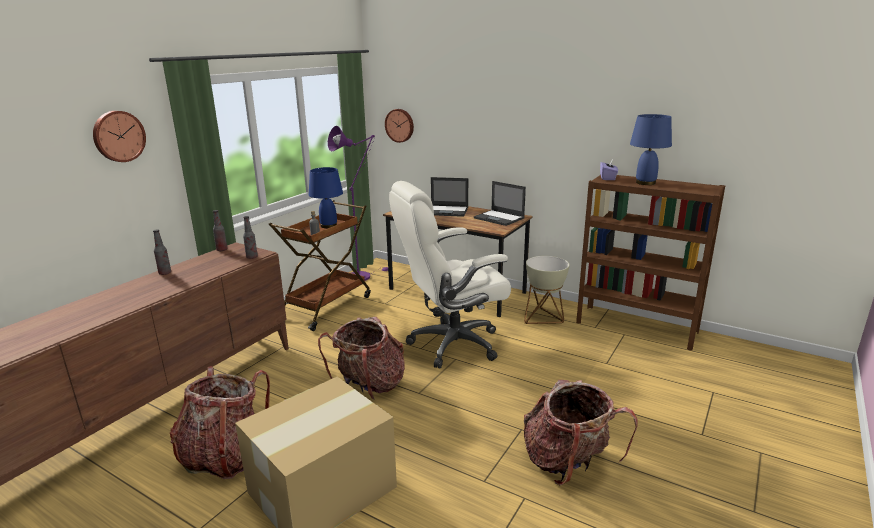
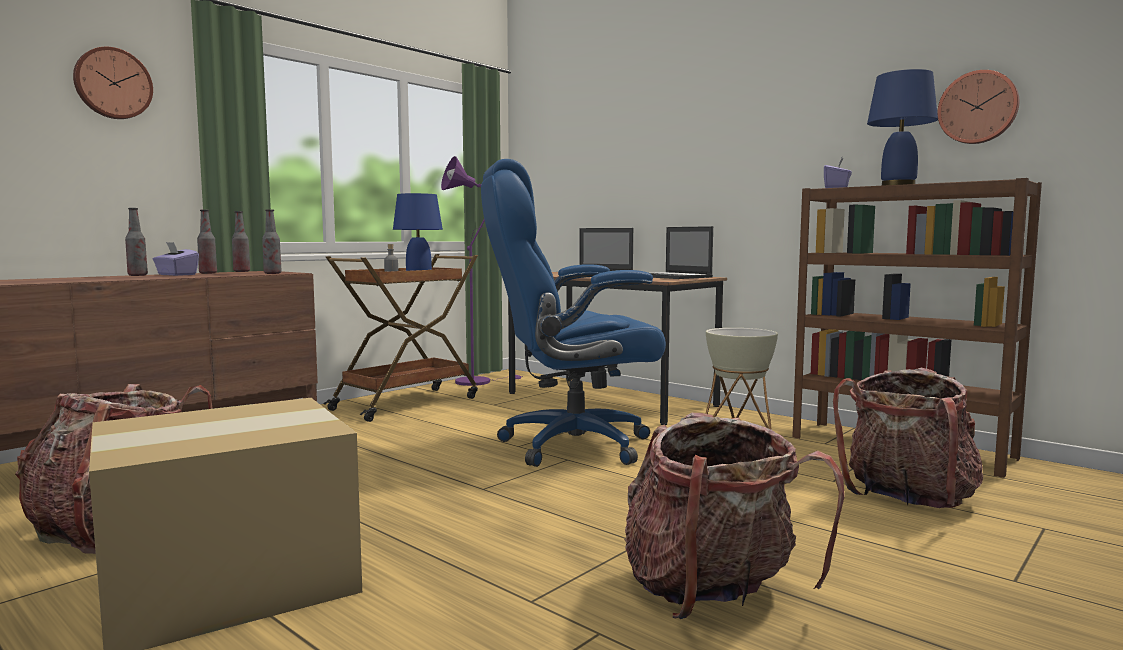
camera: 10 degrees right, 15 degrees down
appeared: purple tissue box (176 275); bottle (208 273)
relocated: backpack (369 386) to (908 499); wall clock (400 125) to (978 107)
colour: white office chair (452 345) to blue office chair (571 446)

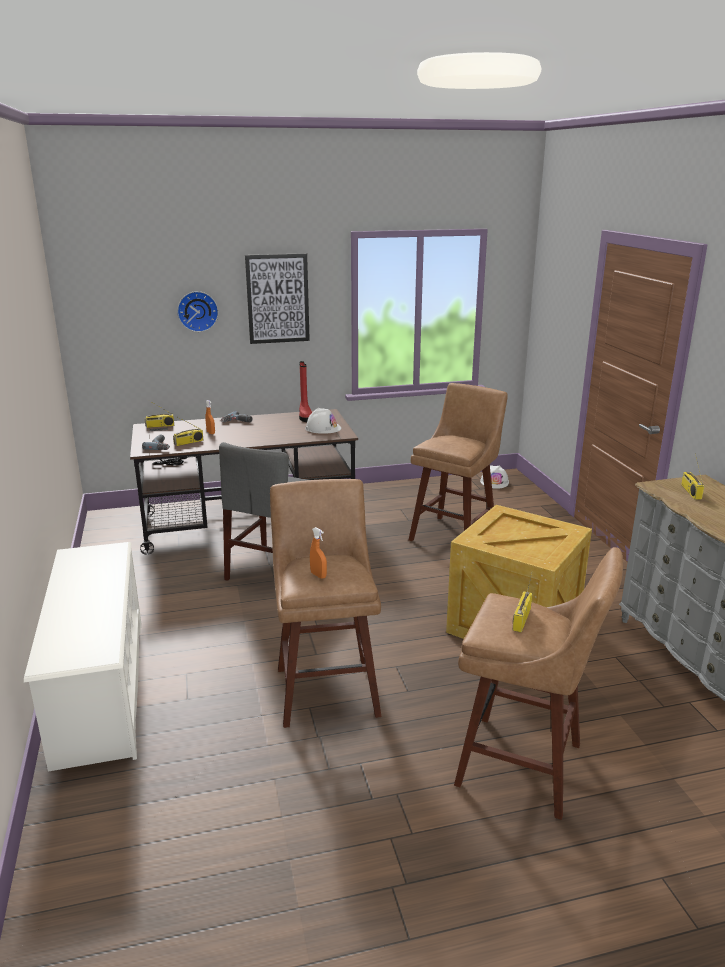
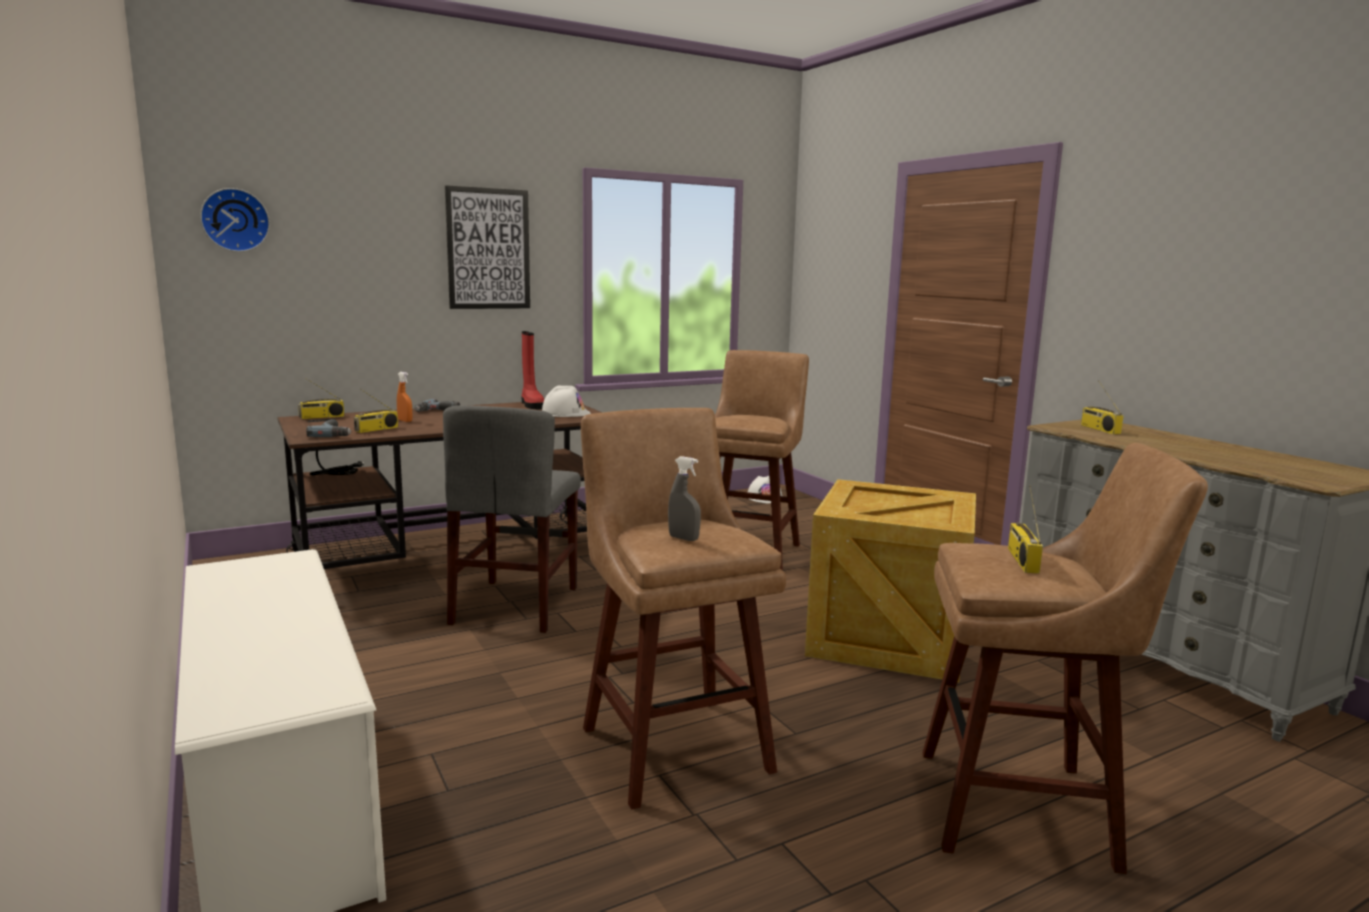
camera: 15 degrees left, 10 degrees down
relocated: wall clock (197 311) to (235 220)
colour: orange spray bottle (318 575) to grey spray bottle (683 538)

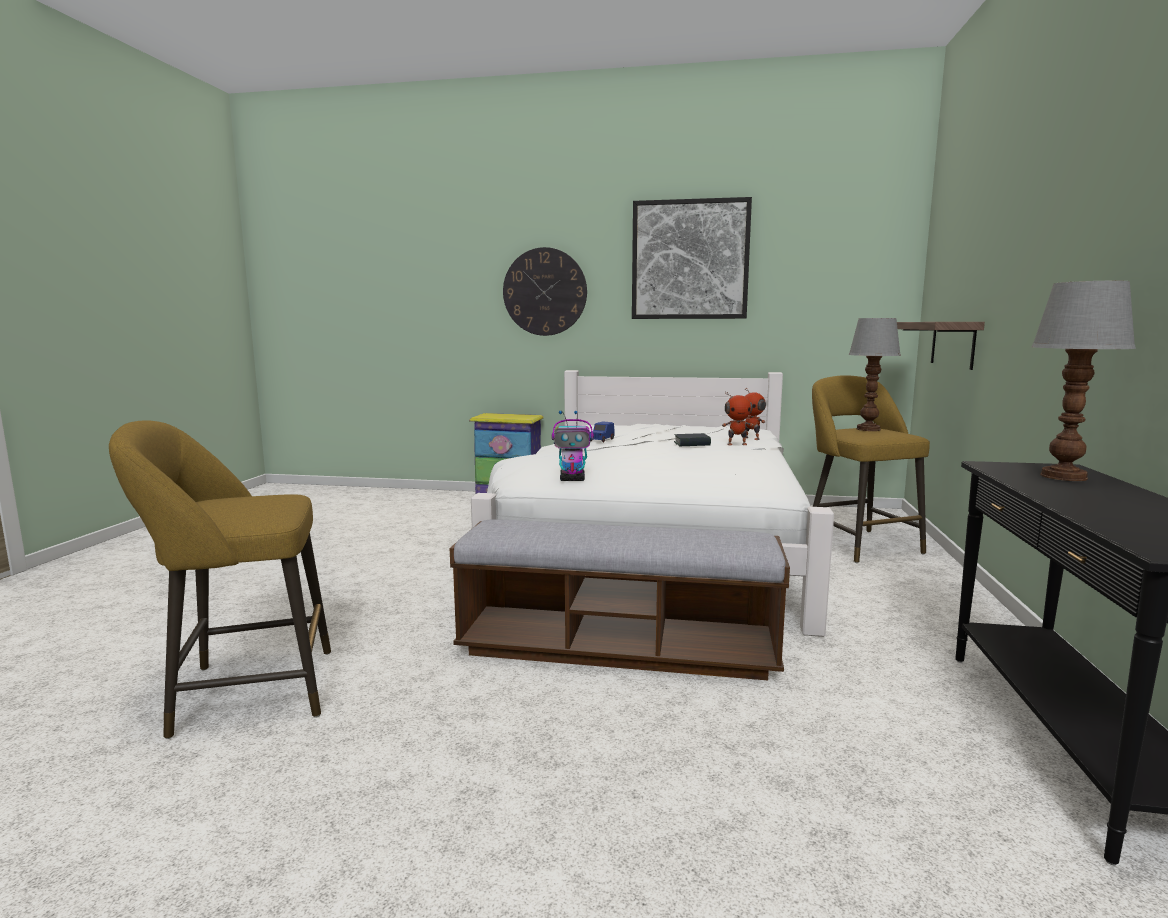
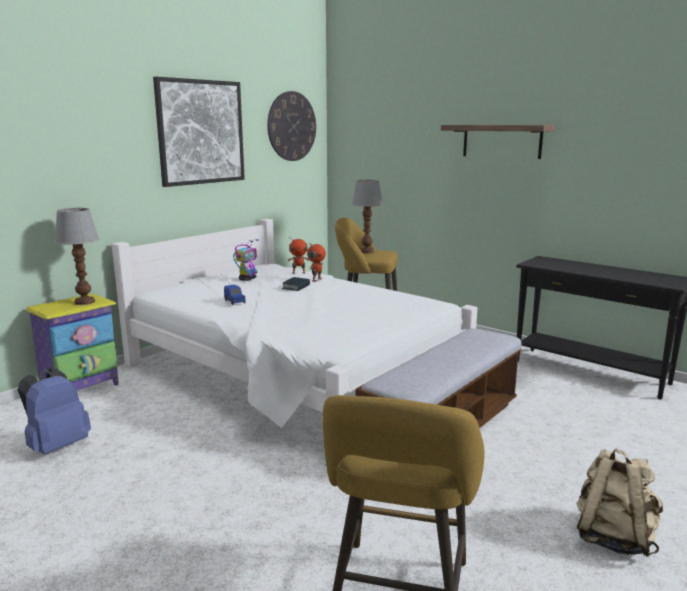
camera: 60 degrees left, 5 degrees up
appeared: blue backpack (57 446); beige backpack (613 537)
relocated: table lamp (1063 476) to (84 302); toy robot (573 479) to (247 279); wall clock (545 292) to (292 126); shelf (952 344) to (501 141)

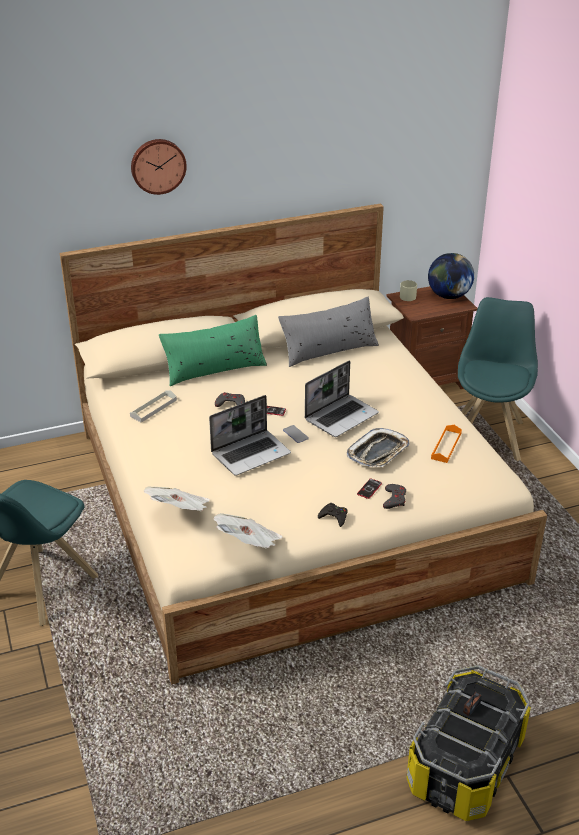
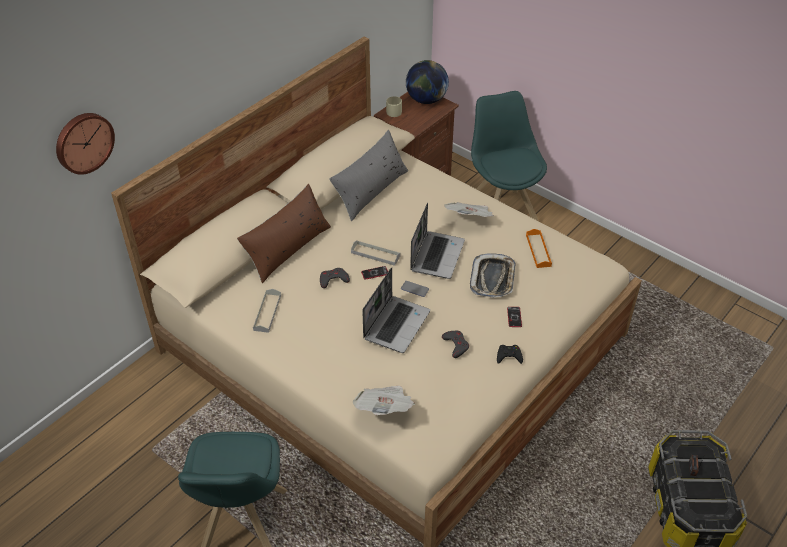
camera: 30 degrees left, 10 degrees up
appeared: grey tray (375 254)
relocated: wall clock (158 165) to (83 142); grey game controller (394 499) to (456 345); newspaper (249 544) to (470 219)
colour: green pillow (214 369) to brown pillow (287 249)

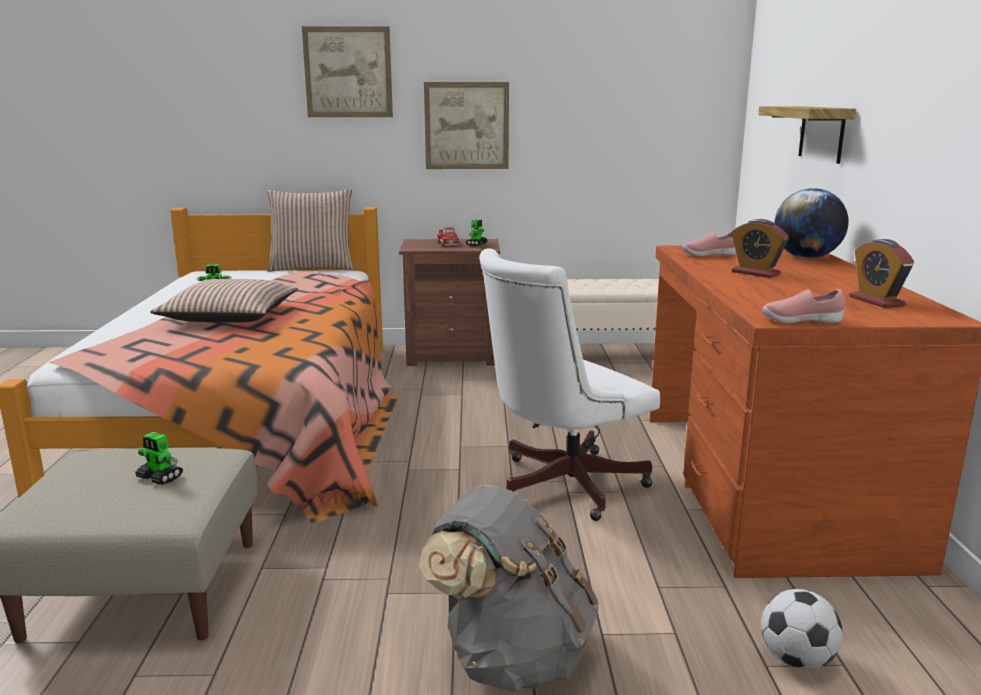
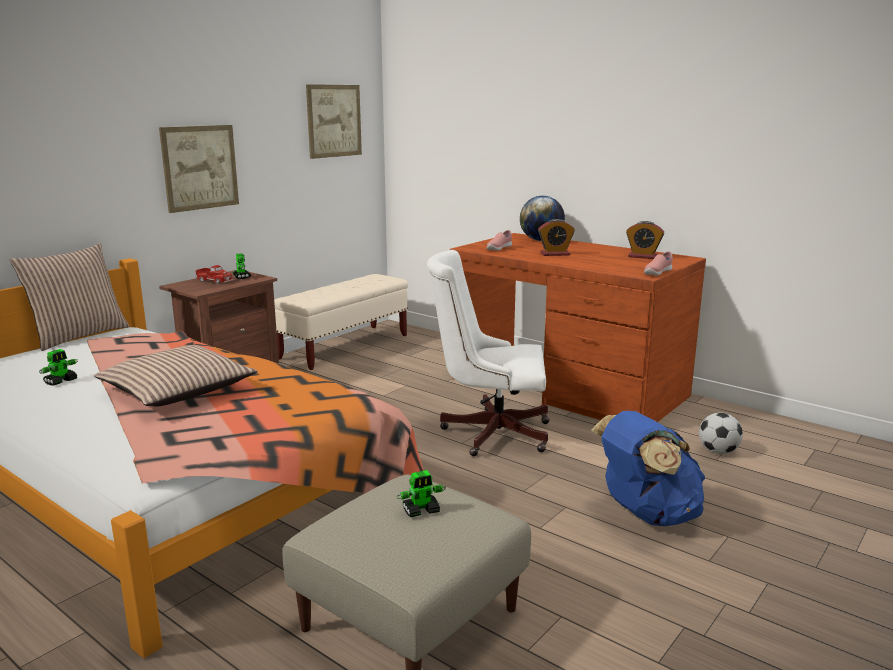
camera: 50 degrees left, 0 degrees up
missing: shelf (822 133)
relocated: picture (348 72) to (334 121)
colour: grey backpack (511 657) to blue backpack (646 514)
spun: white office chair (561 485) = (489 432) 90 degrees clockwise

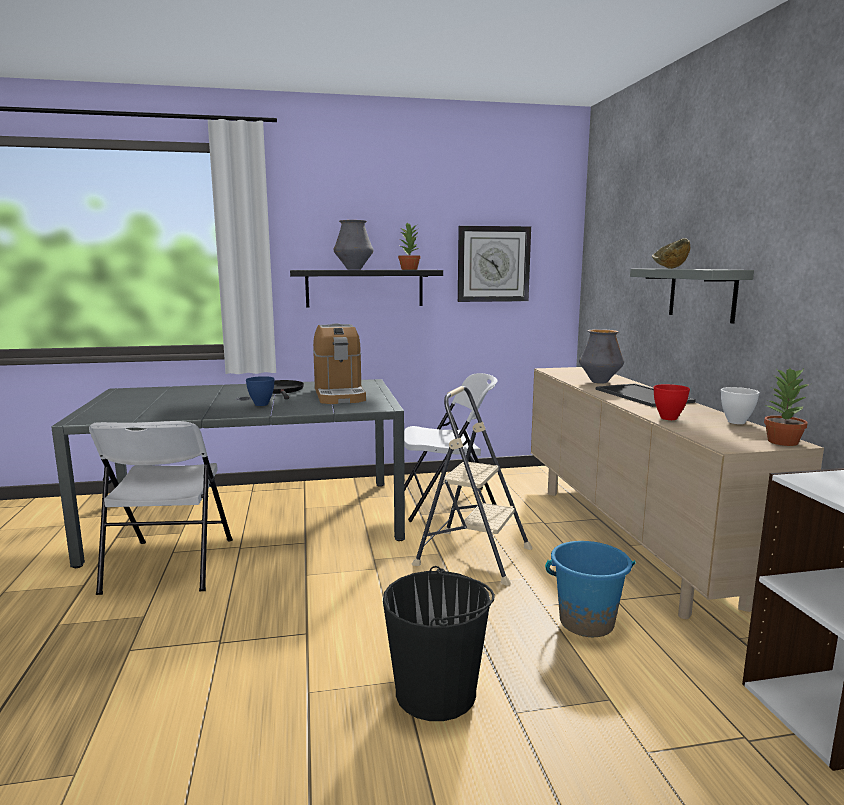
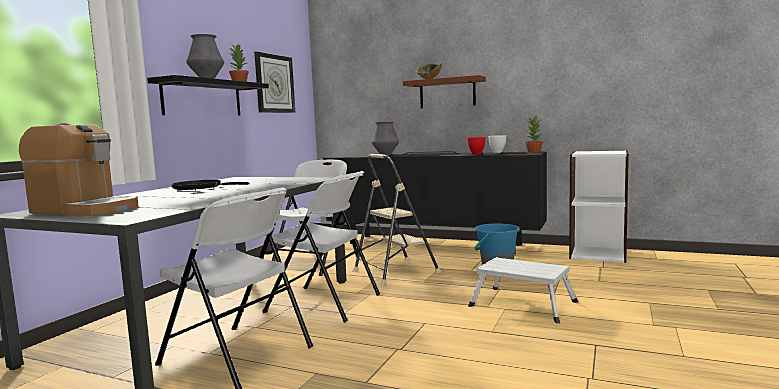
camera: 55 degrees left, 5 degrees down
missing: blue bowl (262 404)
appeared: white chair (323 303)
relocated: coffee machine (339 395) to (85 210)
exchanged: black bucket (436 692) to white step ladder (523 304)
colour: beige cabinet (630 540) to black cabinet (433 244); grey shelf (702 294) to brown shelf (447 93)

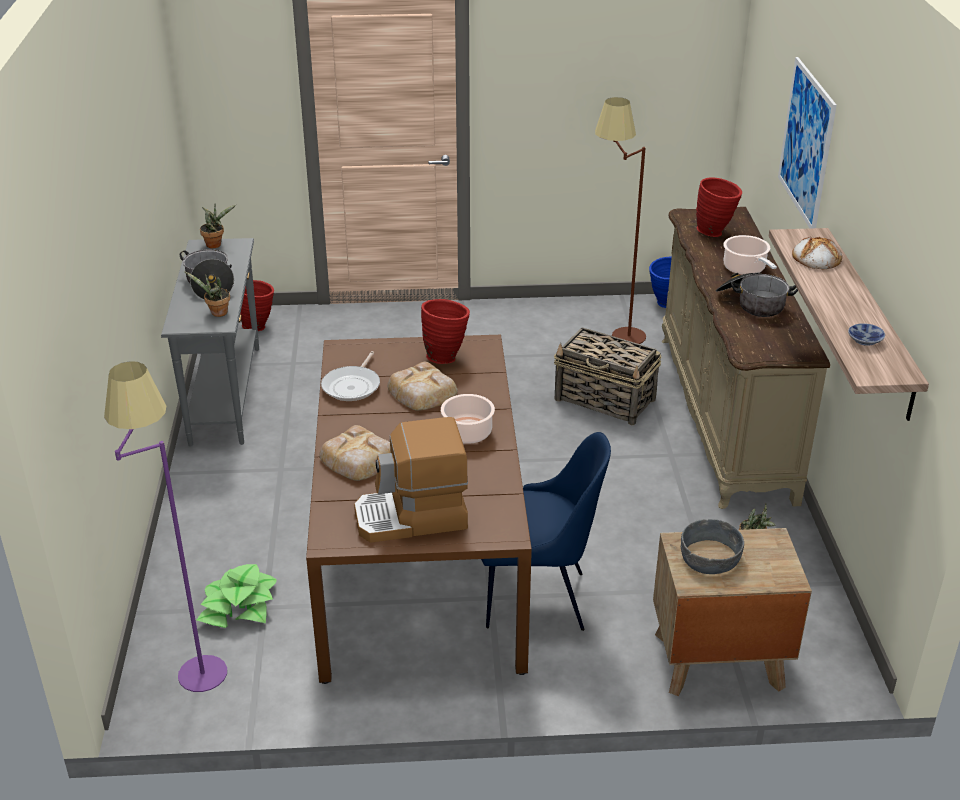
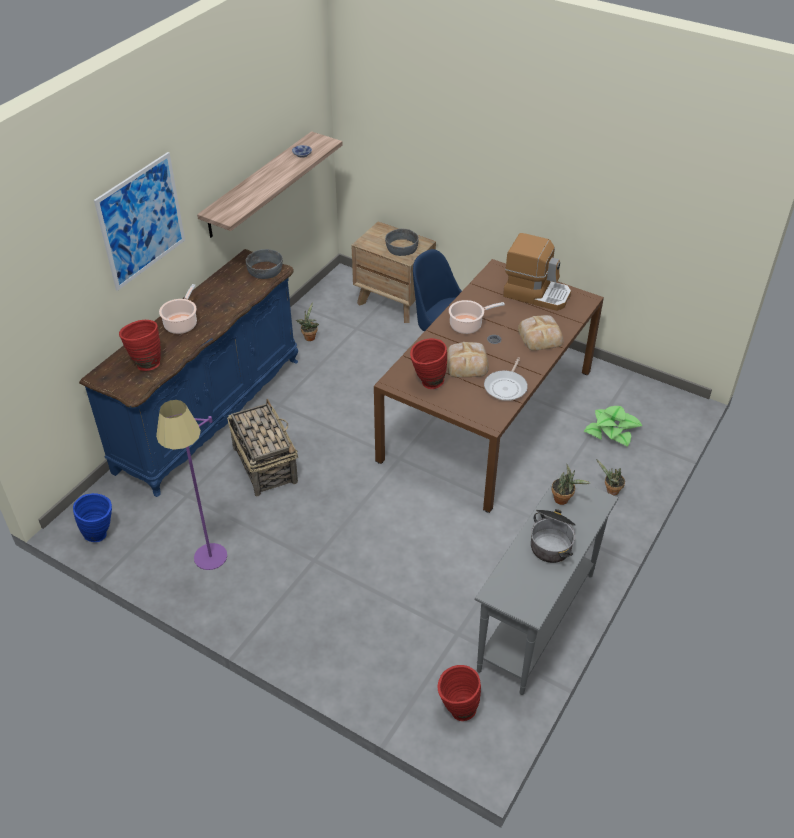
camera: 145 degrees left, 10 degrees up
missing: brown floor lamp (614 332); cooking pot (752 303); bread (816 258)
appeared: grey bowl (265 270)
relocated: purple floor lamp (189 662) to (211 568); potted plant (216 244) to (610 491)
colour: beige cabinet (721 415) to blue cabinet (212 415)
spun: frying pan (353 386) = (506 387) 150 degrees clockwise

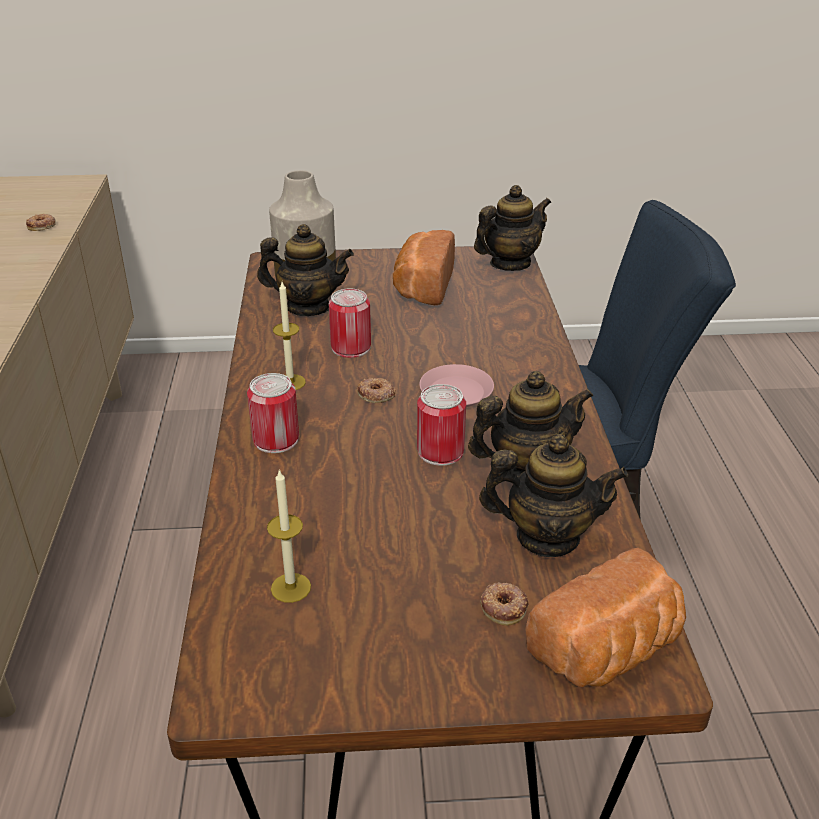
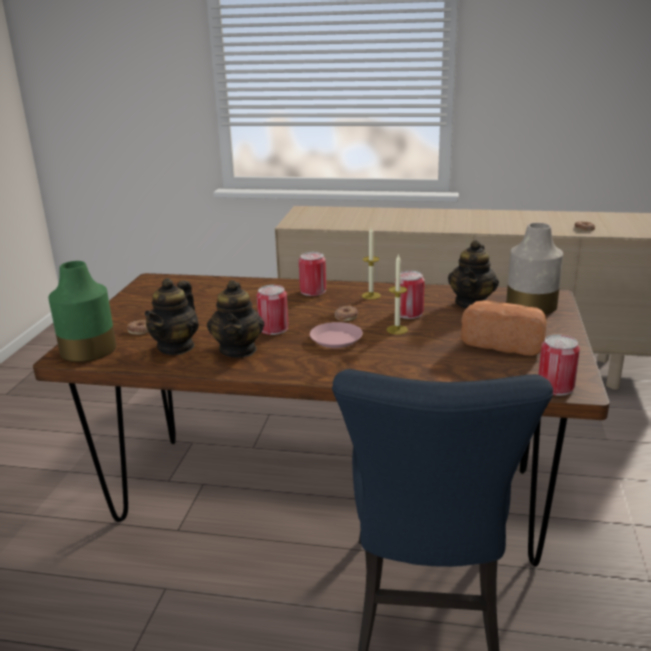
camera: 105 degrees right, 10 degrees down
relocated: candle (291 588) to (397 330)
exchanged: bread (609 651) to green vase (89 349); teapot (510 263) to can (555 387)

